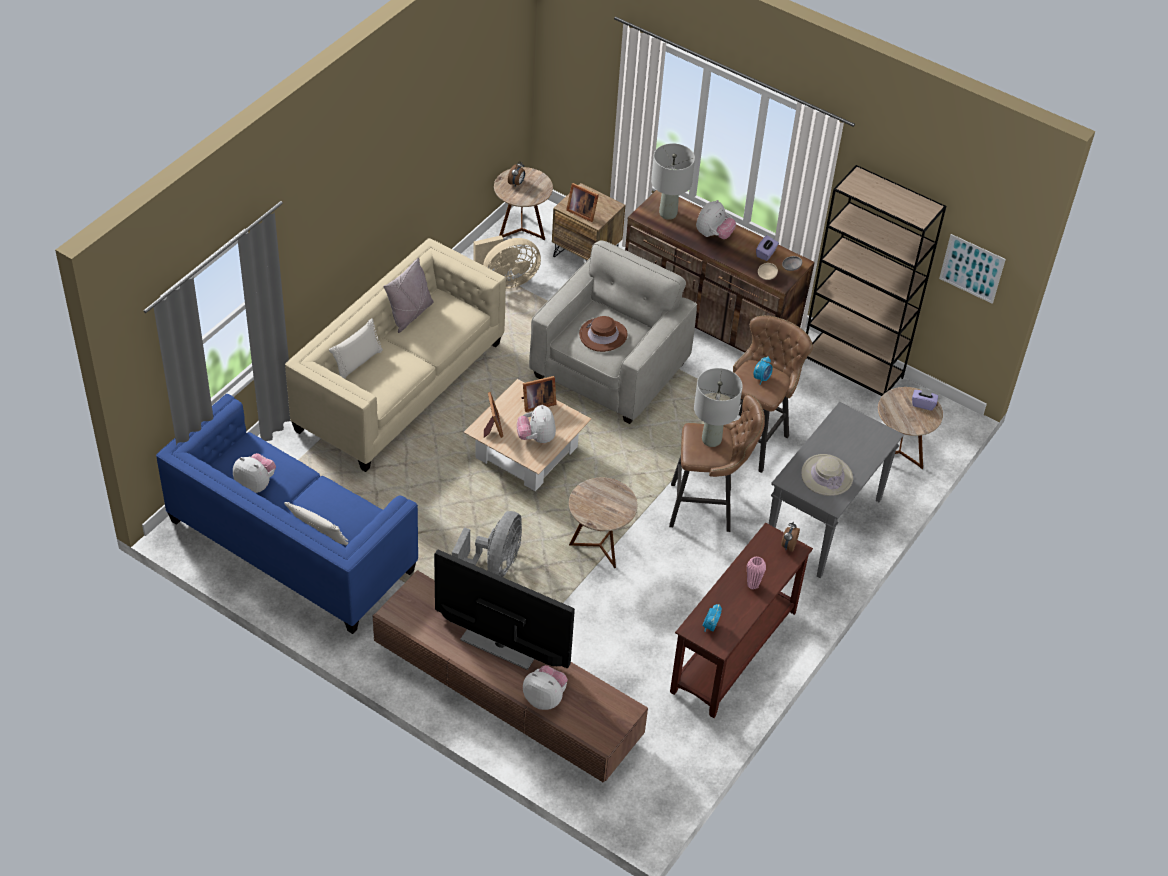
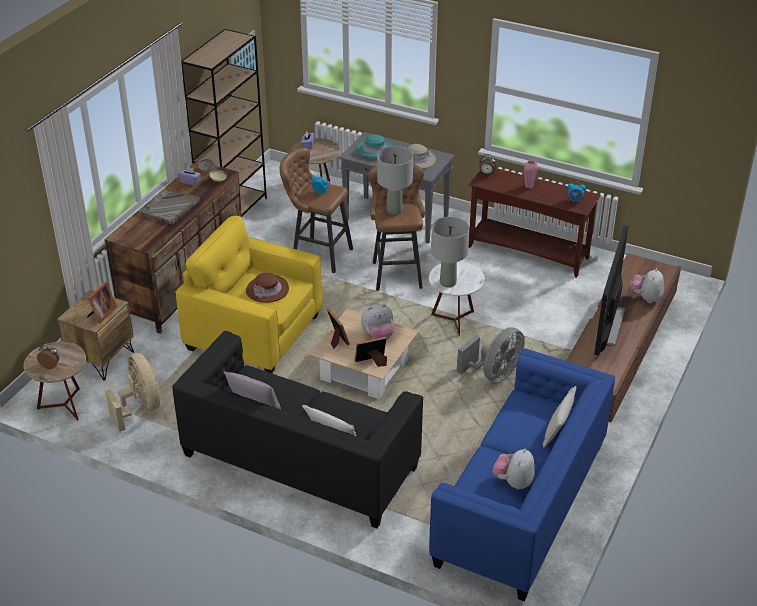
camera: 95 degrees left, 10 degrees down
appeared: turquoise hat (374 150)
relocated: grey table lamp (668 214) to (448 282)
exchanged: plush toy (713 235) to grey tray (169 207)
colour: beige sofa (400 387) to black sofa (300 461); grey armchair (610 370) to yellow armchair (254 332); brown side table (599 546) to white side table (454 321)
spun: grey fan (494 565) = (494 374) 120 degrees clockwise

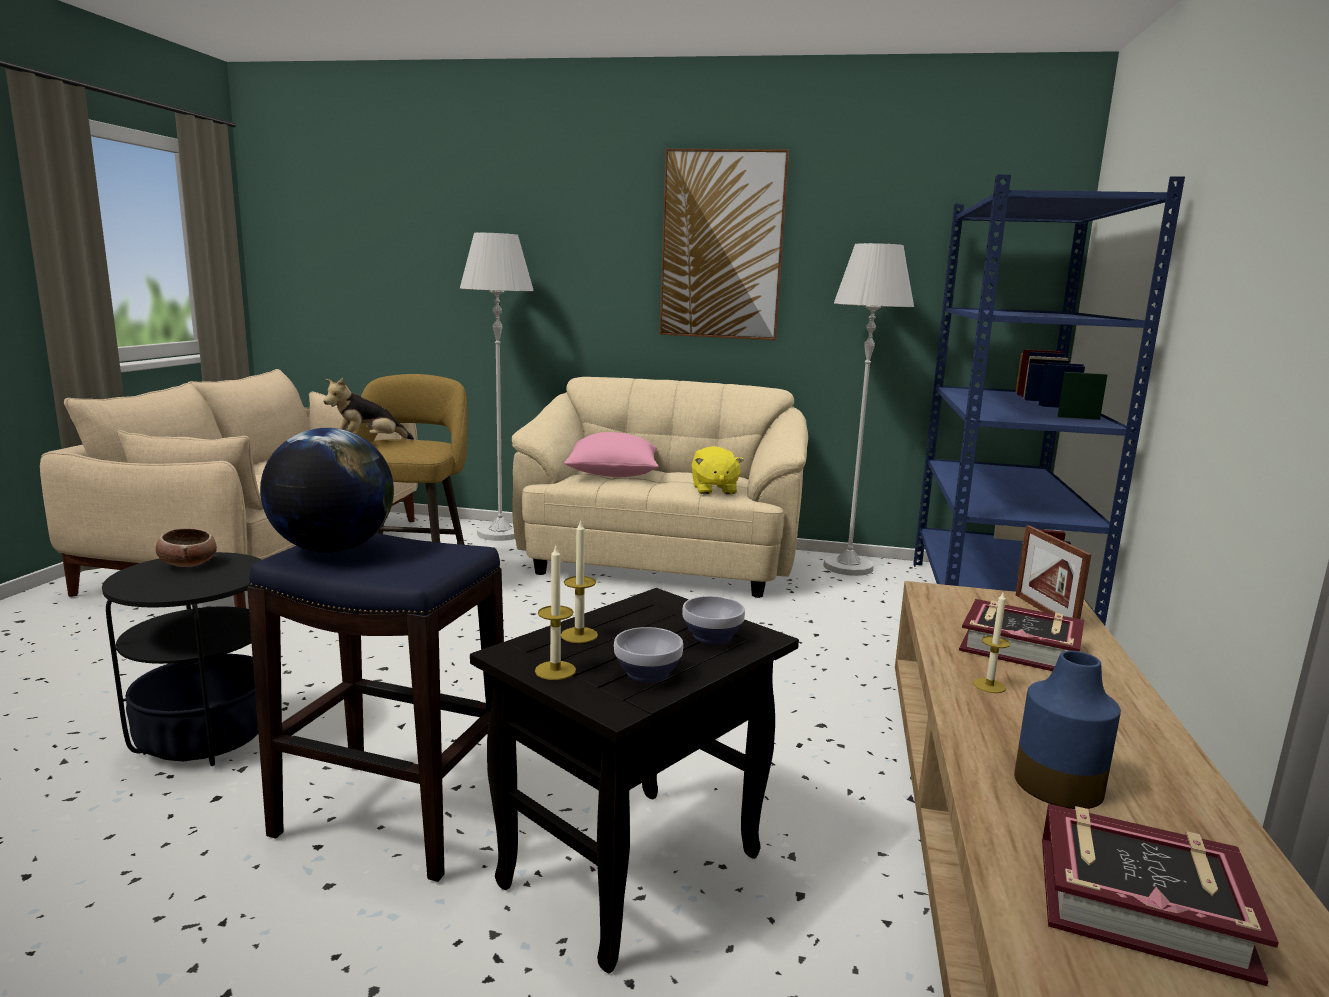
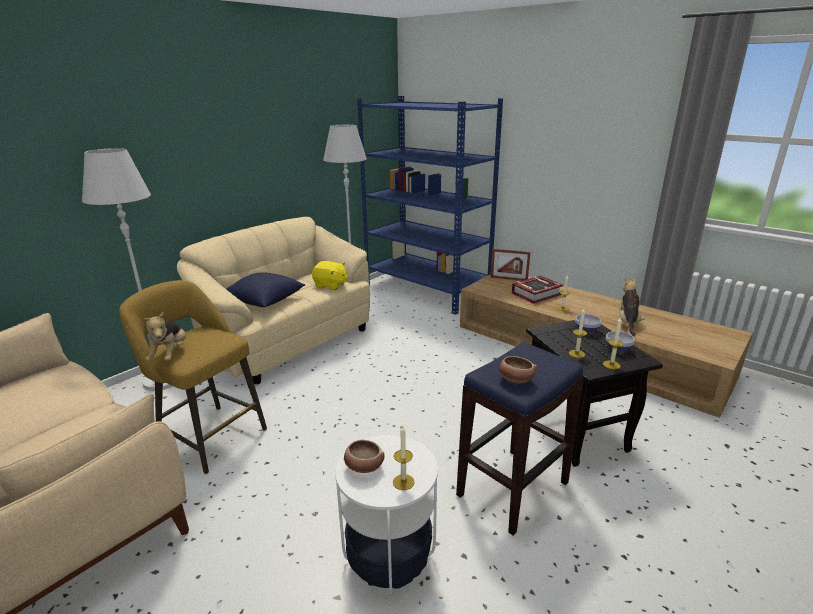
camera: 60 degrees left, 10 degrees up
missing: picture (722 246); book (1141 904)
appeared: candle (403 482)
exchanged: globe (332 549) to bowl (515 380); blue vase (1057 784) to plush toy (628 323)
colour: pink pillow (612 474) to blue pillow (264 301); black side table (207 739) to white side table (389 558)

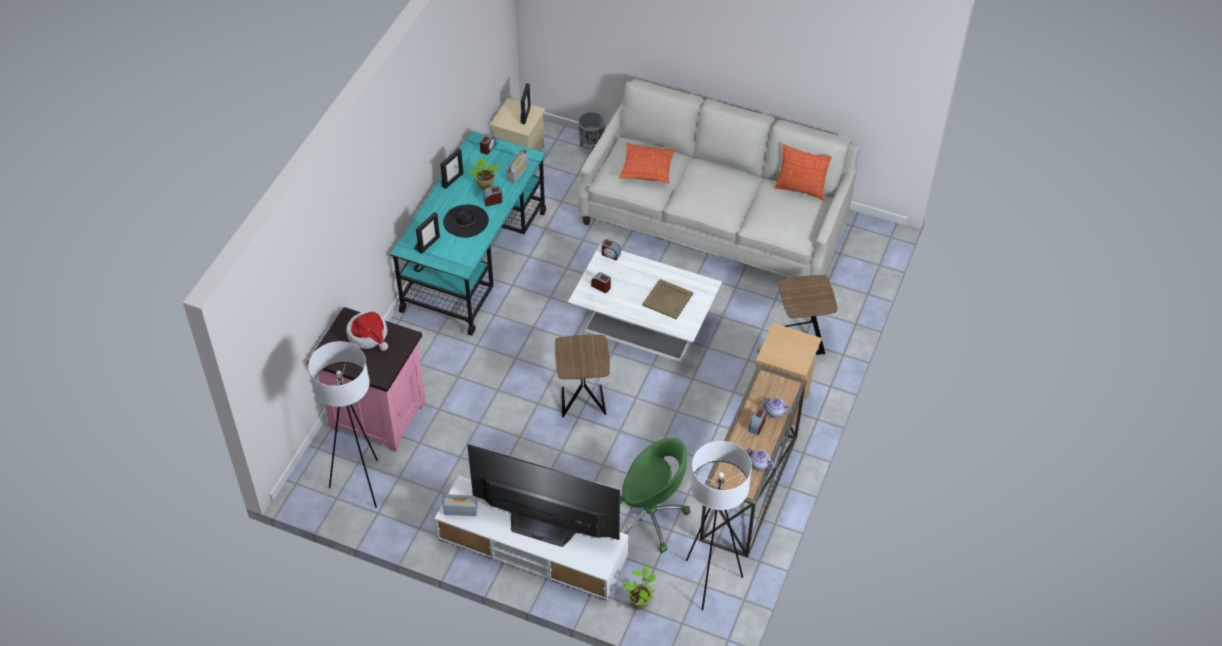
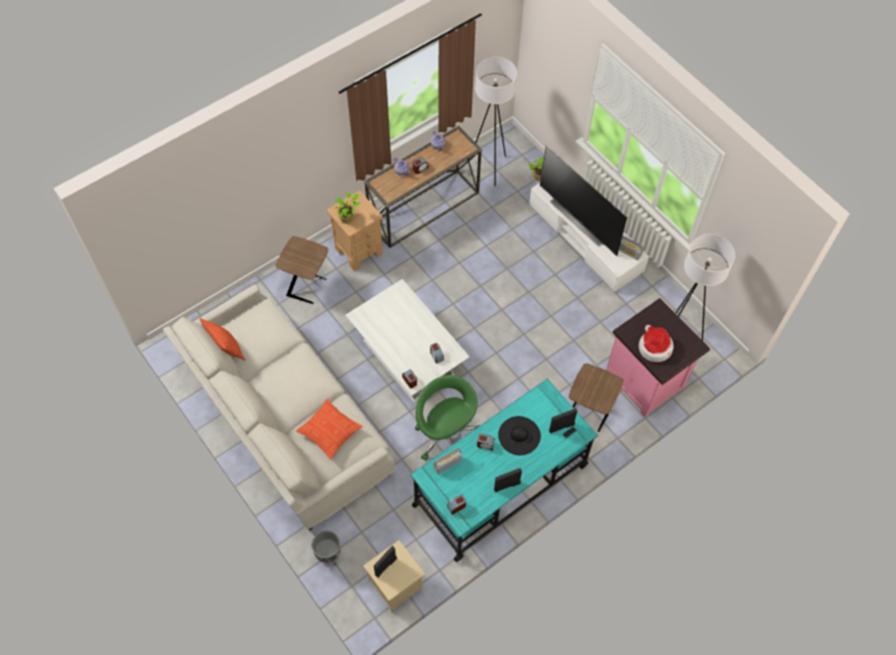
camera: 150 degrees left, 10 degrees up
missing: beige tray (668 299)
relocated: potted plant (485 185) to (348 218); green office chair (651 519) to (445 435); brown side table (582 400) to (589 414)

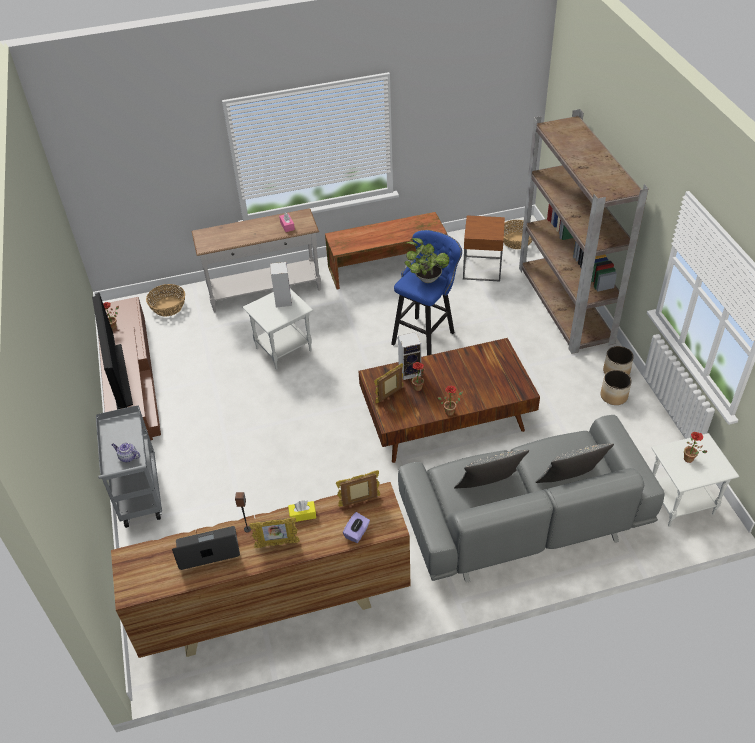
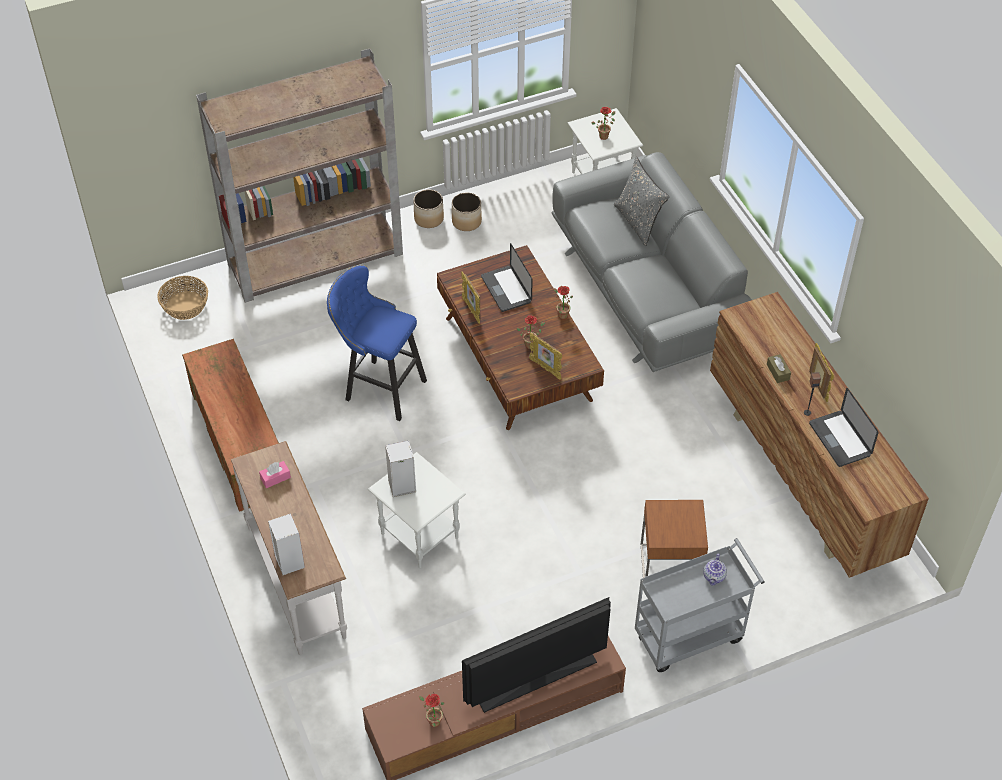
camera: 100 degrees left, 5 degrees up
missing: basket (168 307); purple tissue box (357 533); potted plant (426 278); grey pillow (489 487)
appeared: laptop (506 289)
relocated: speaker (410 371) to (288 561); picture frame (359 501) to (471 310); brown side table (482 268) to (669 566)
colour: yellow tissue box (302 515) to brown tissue box (778 372)

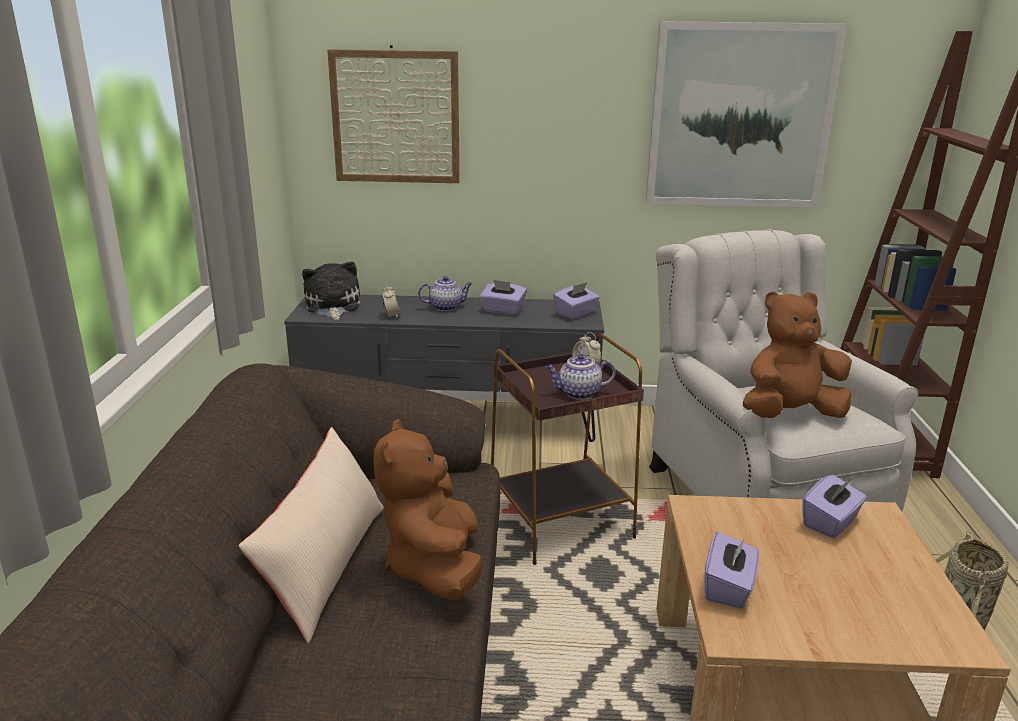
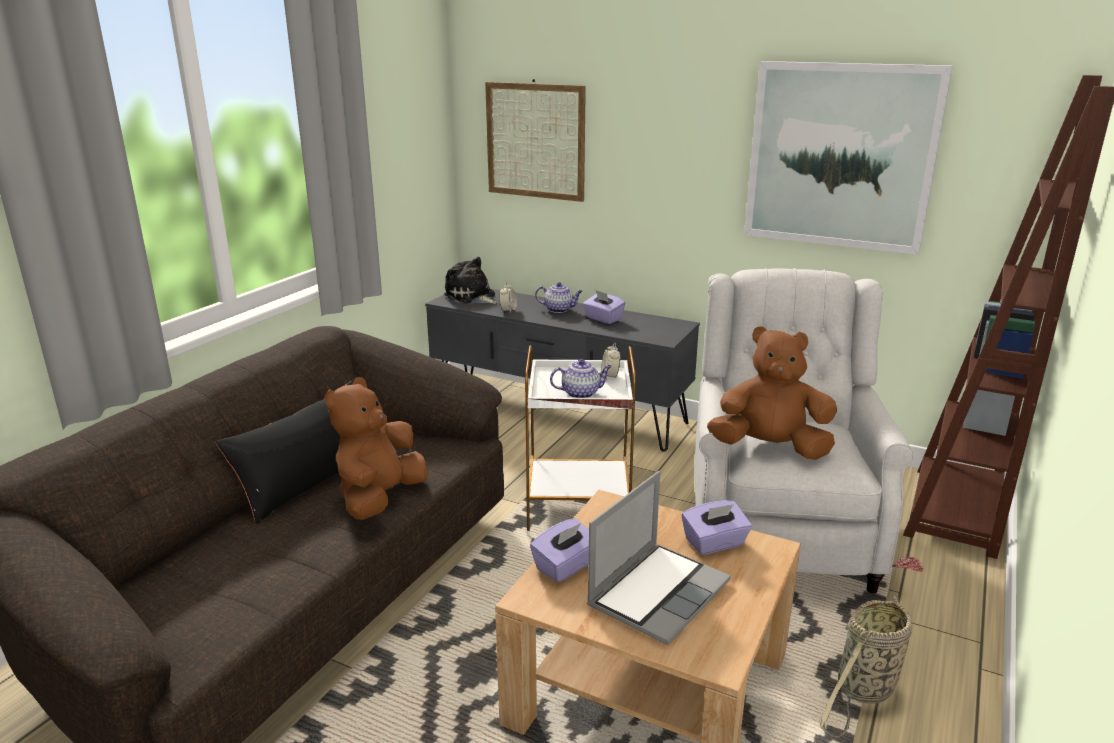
camera: 25 degrees right, 0 degrees up
missing: purple tissue box (576 314)
appeared: laptop (658 592)
colour: beige pillow (325 565) to black pillow (312 479); brown side table (561 521) to white side table (579 507)
spun: plush toy (332 306) = (471 297) 60 degrees counterclockwise; teapot (578 393) = (581 393) 150 degrees clockwise

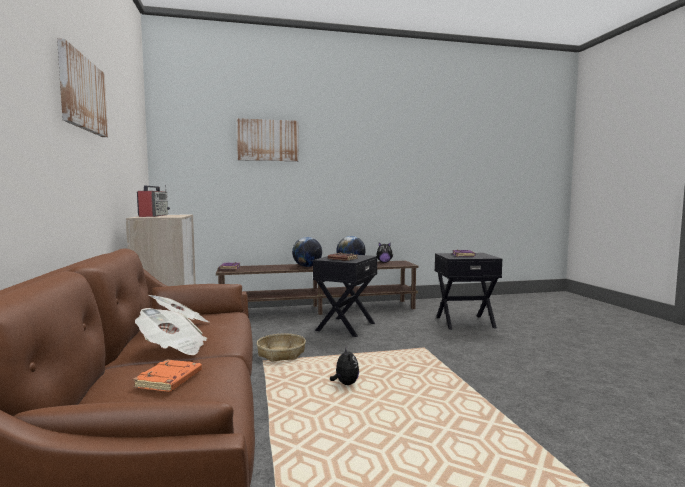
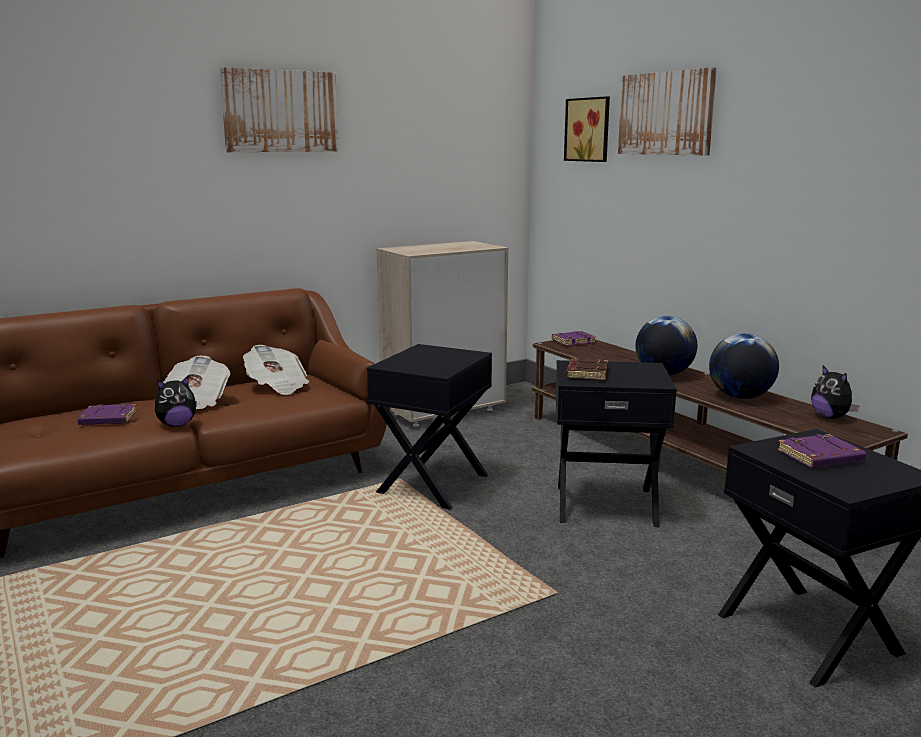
camera: 70 degrees right, 10 degrees up
missing: radio (154 216)
appeared: picture (589 129)
relocated: plush toy (345 384) to (177 424)
exchanged: basket (281 354) to black side table (434 484)
colour: orange book (169 380) to purple book (107 419)

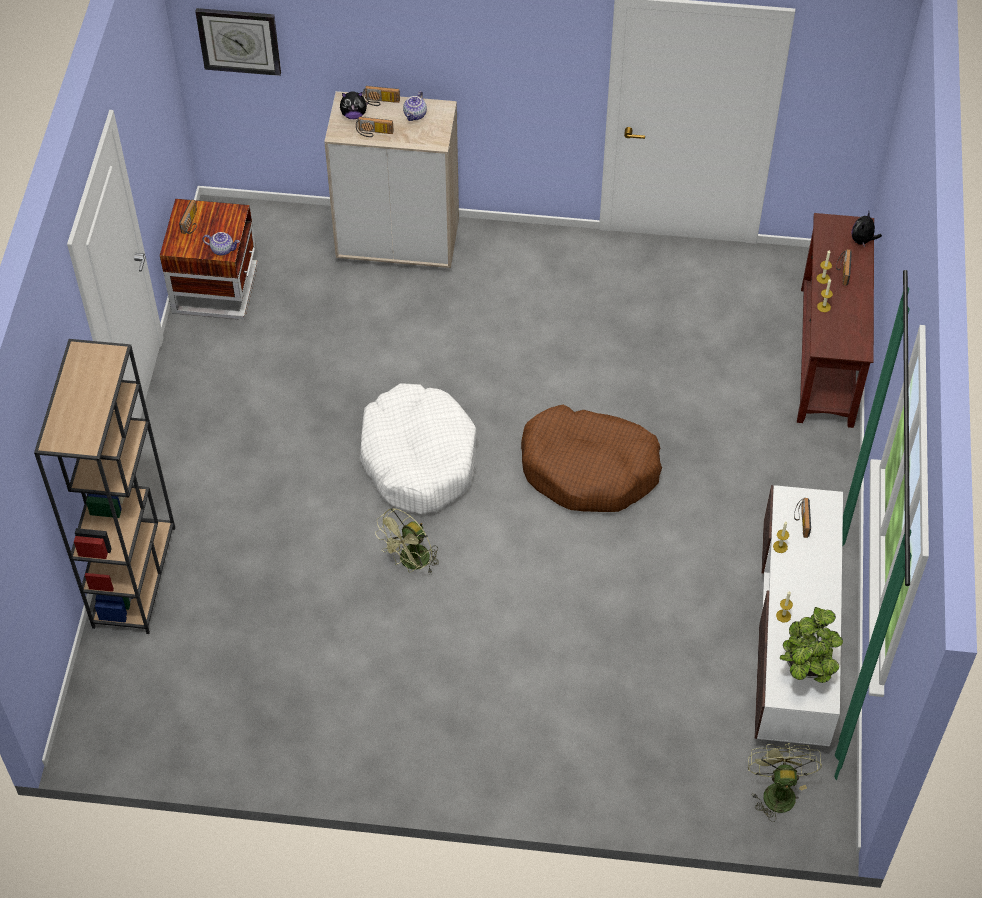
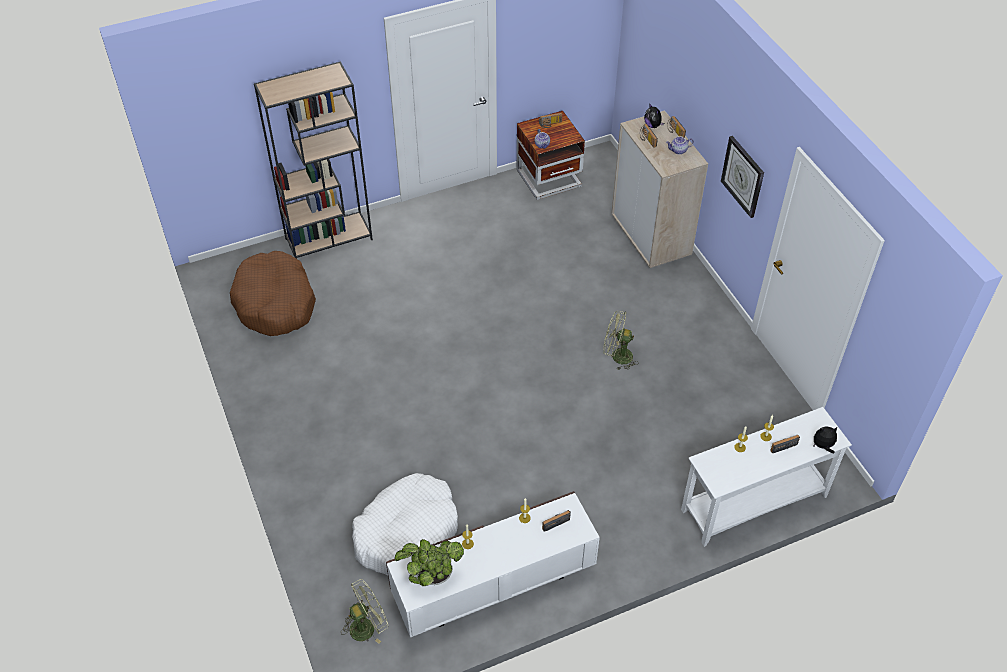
camera: 60 degrees right, 5 degrees down
relocated: brown dog bed (589 469) to (275 303); white dog bed (418 458) to (407 532); green fan (410 562) to (617 356); wall clock (239 40) to (743 176)
colour: brown console table (827 357) to white console table (753 504)

